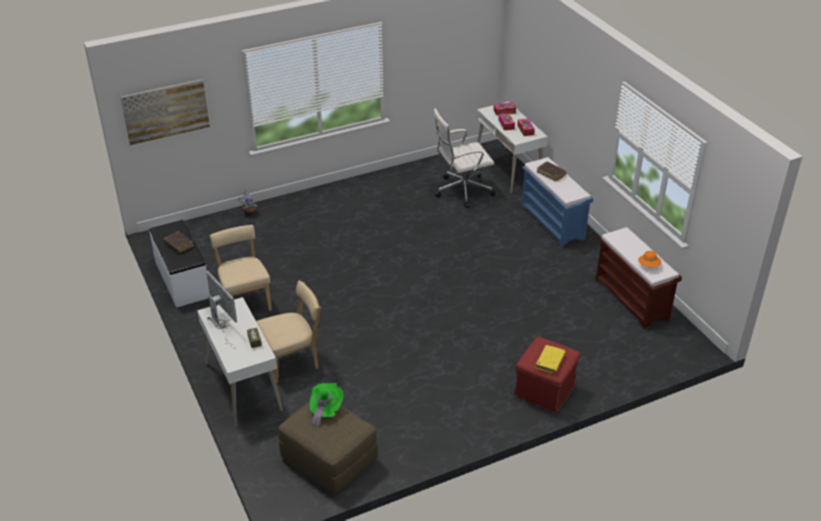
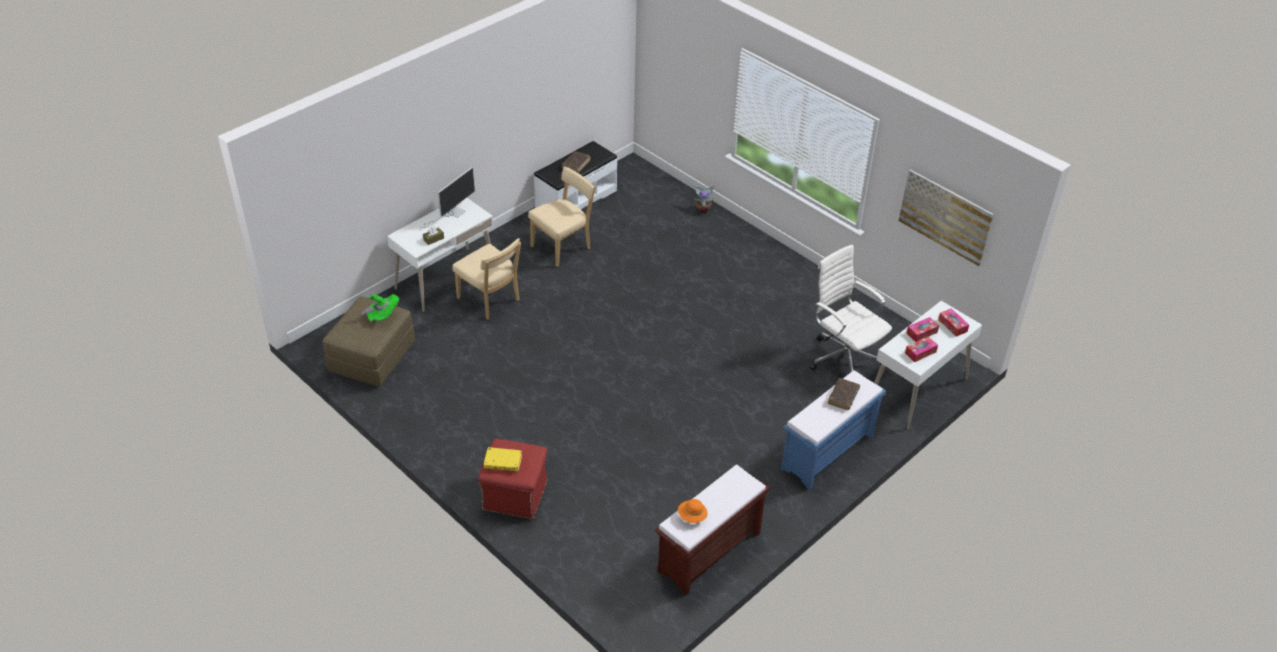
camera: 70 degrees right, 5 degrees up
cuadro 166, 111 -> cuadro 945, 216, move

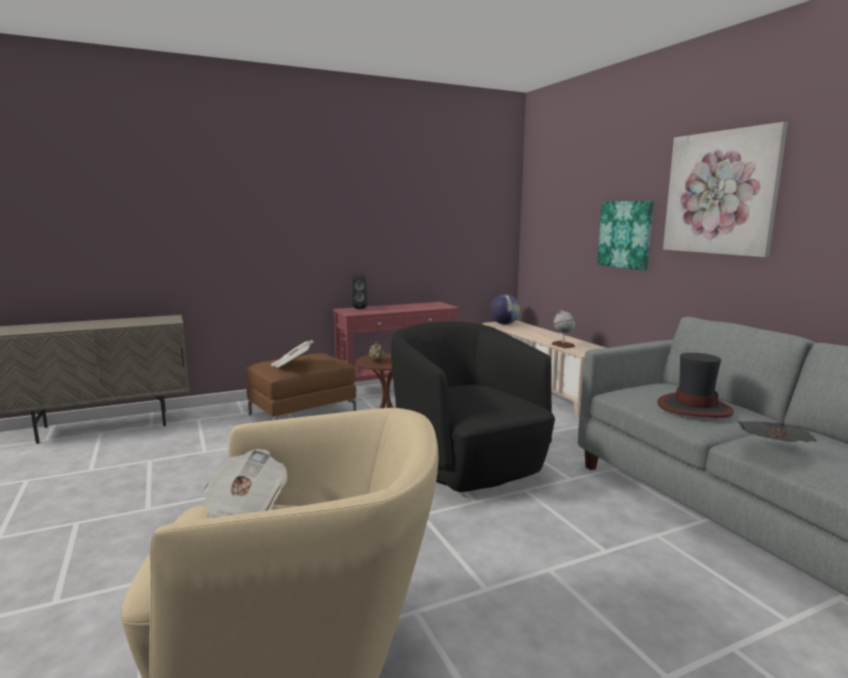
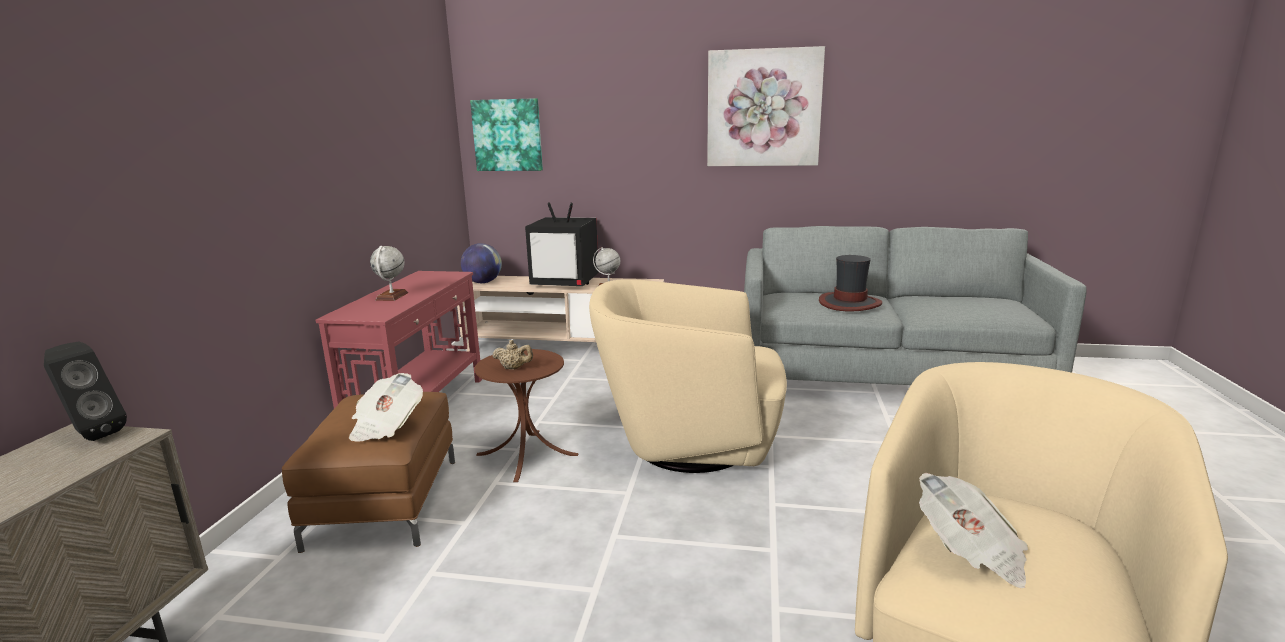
camera: 55 degrees left, 5 degrees up
altavoz (negro) 359, 308 -> altavoz (negro) 92, 435, move
none -> globo terráqueo 392, 296
cuadro 625, 234 -> cuadro 507, 135, move
none -> televisor 566, 283
sillón (negro) 467, 464 -> sillón (beis) 689, 442
periódico 773, 450 -> none

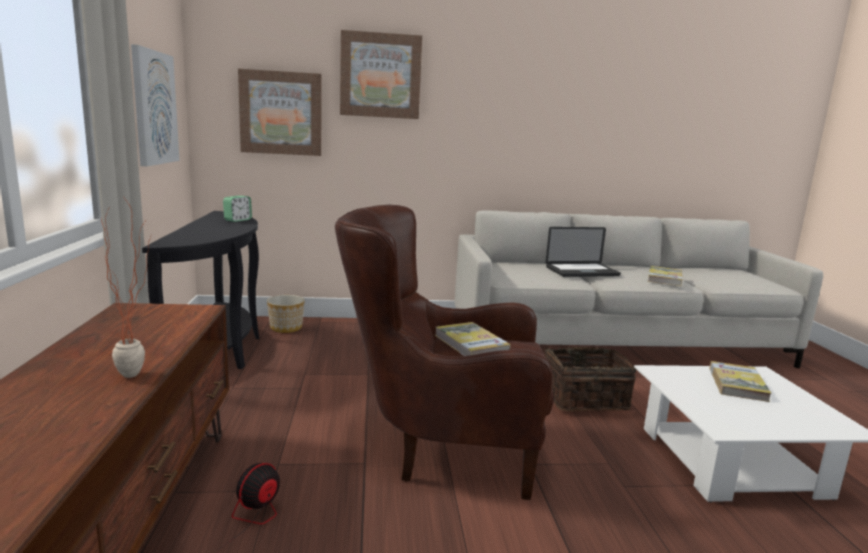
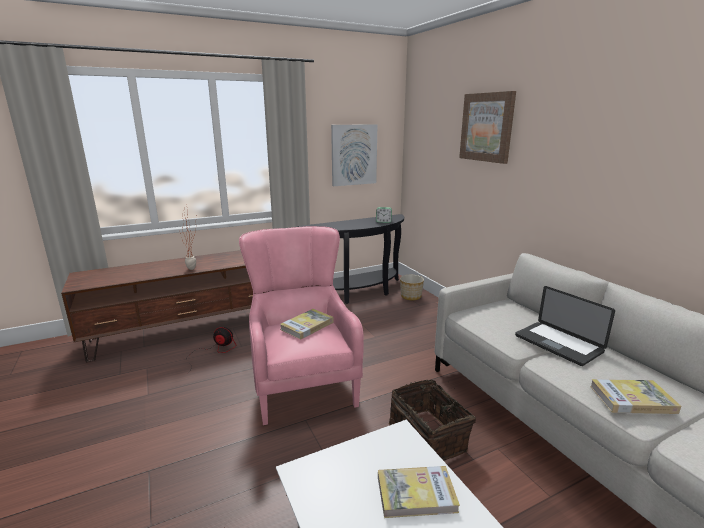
camera: 70 degrees right, 5 degrees up
sillón (marrón) 440, 449 -> sillón (rosa) 302, 382
cuadro 281, 113 -> none

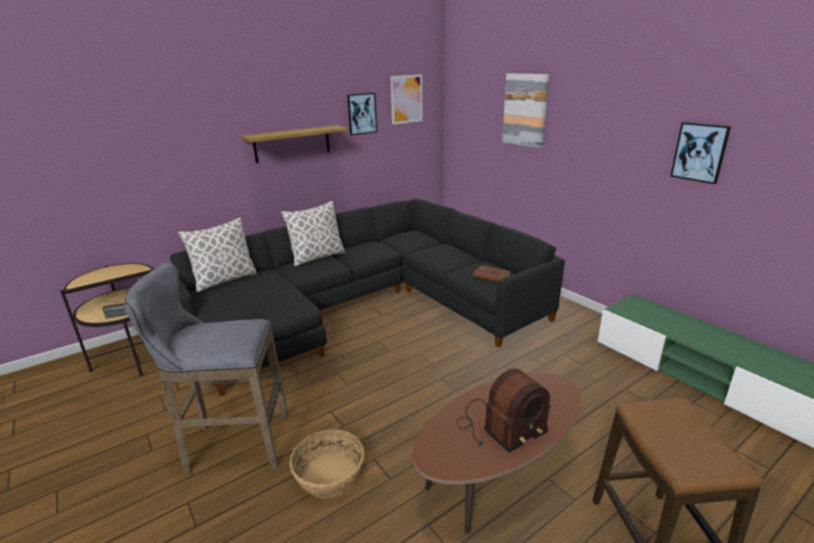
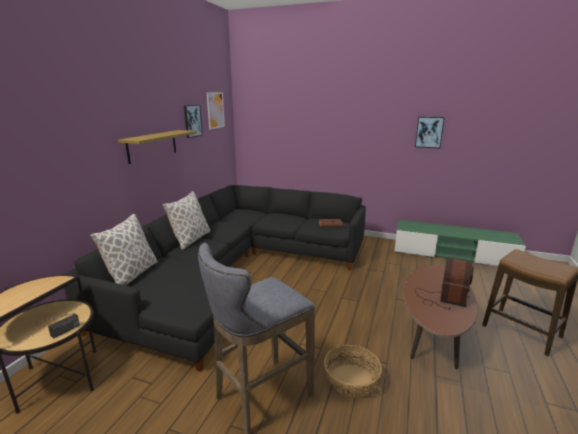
camera: 35 degrees left, 5 degrees down
cuadro 525, 110 -> none

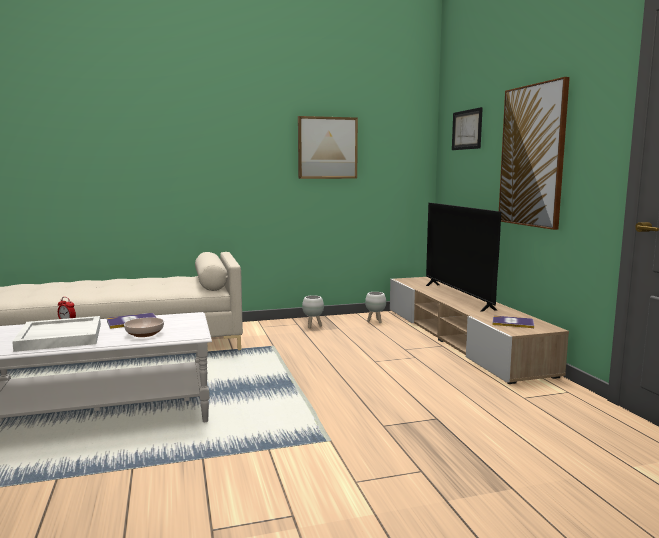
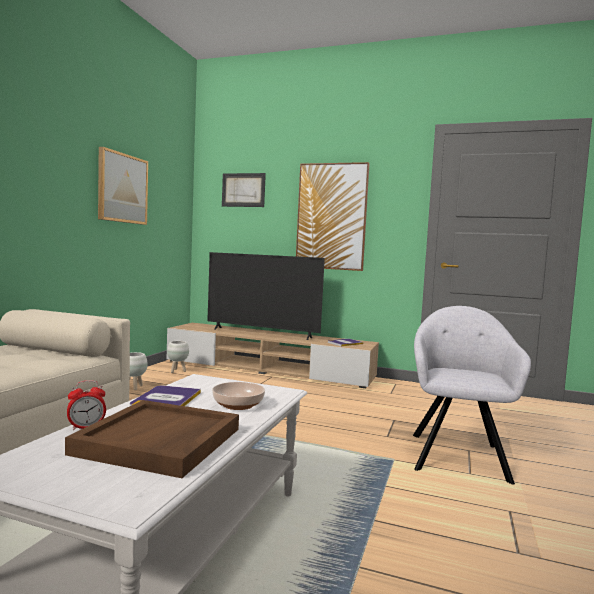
camera: 55 degrees left, 5 degrees down
bandeja (blanco) 59, 337 -> bandeja (marrón) 159, 441
none -> sillón (gris) 457, 454

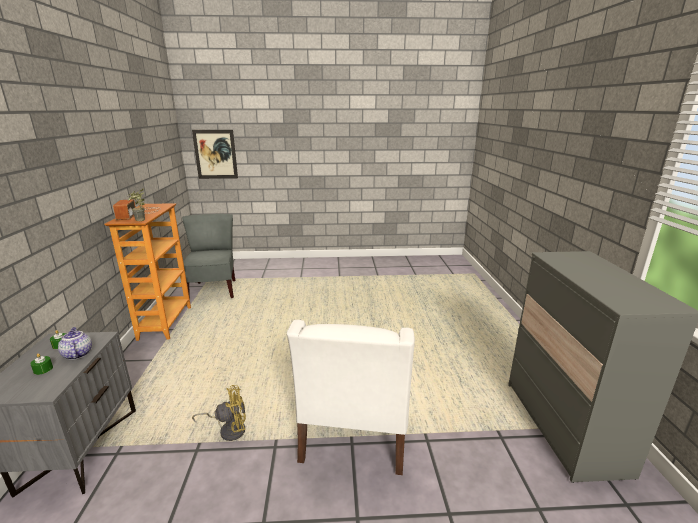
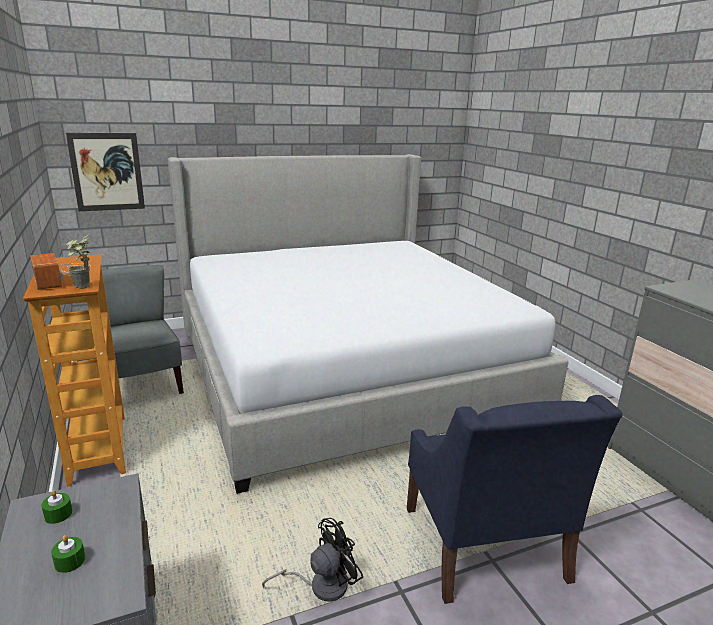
camera: 20 degrees left, 0 degrees up
none -> cama 345, 368
ventilador (amarillo) 229, 429 -> ventilador (negro) 321, 585
sillón (blanco) 354, 432 -> sillón (azul) 484, 545
tetera 77, 354 -> none

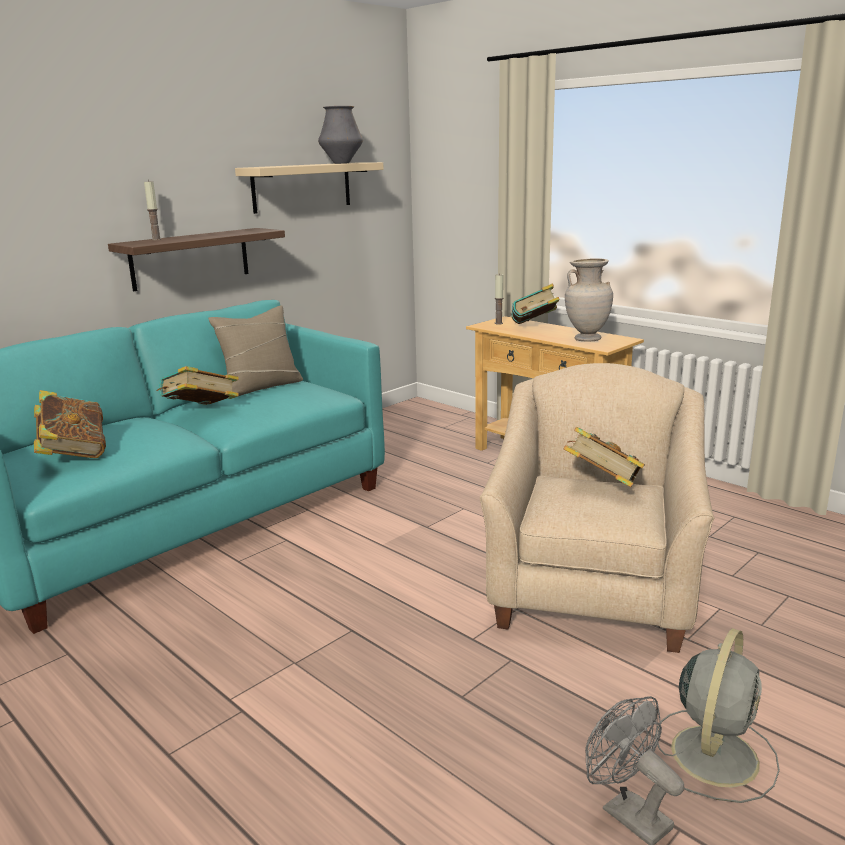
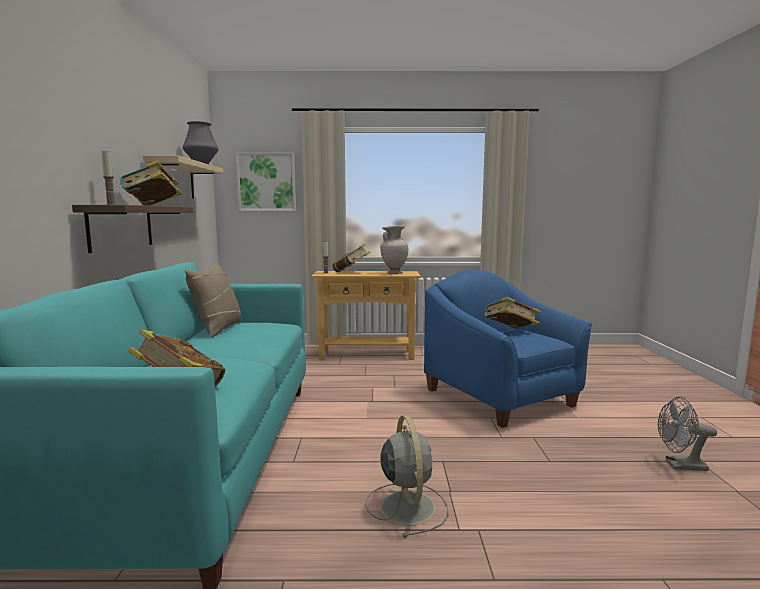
camera: 45 degrees left, 10 degrees down
libro 201, 412 -> libro 153, 206, move
none -> cuadro 266, 182
ventilador (gris) 715, 753 -> ventilador (gris) 407, 506, move
sillón (beis) 593, 589 -> sillón (azul) 500, 398

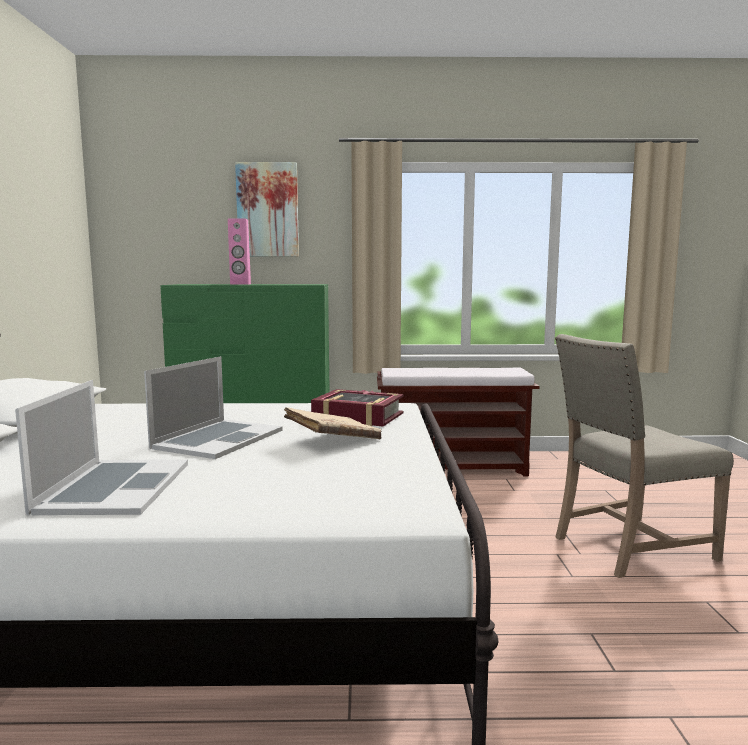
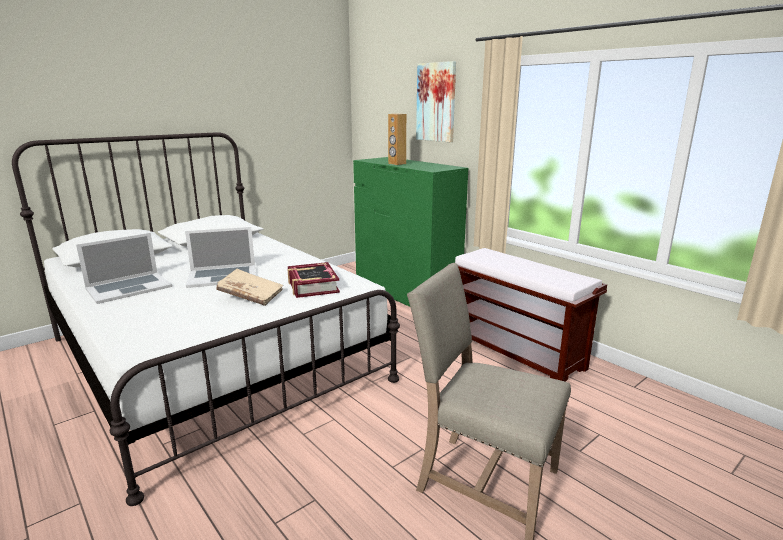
camera: 50 degrees right, 10 degrees up
altavoz (rosa) 240, 284 -> altavoz (marrón) 397, 164

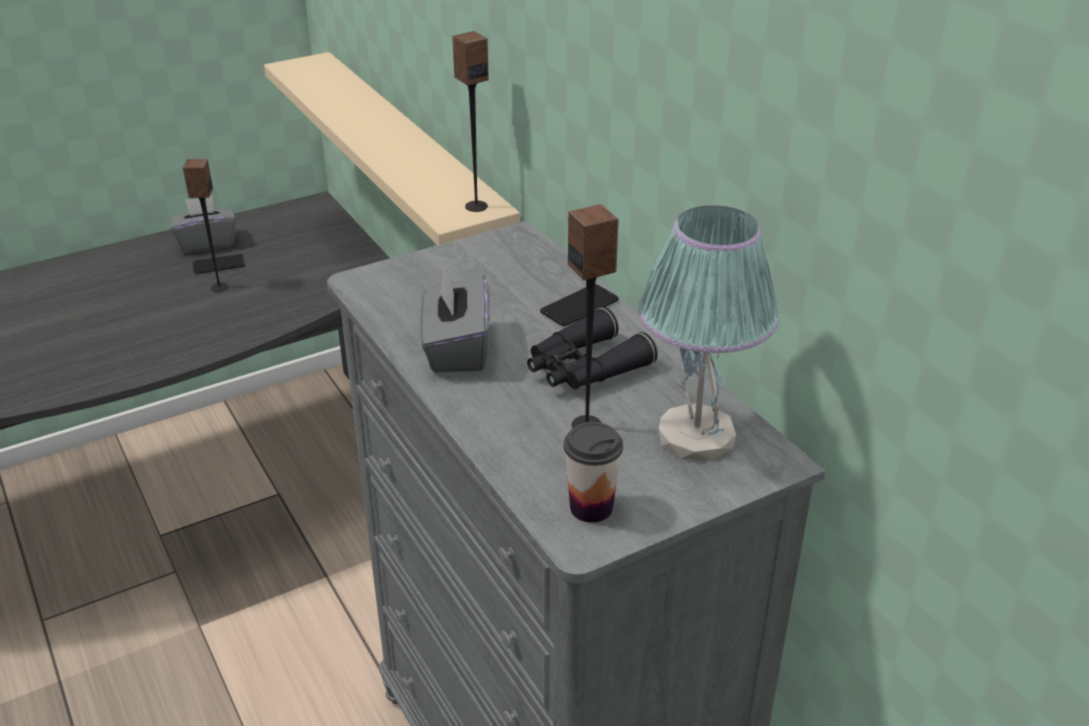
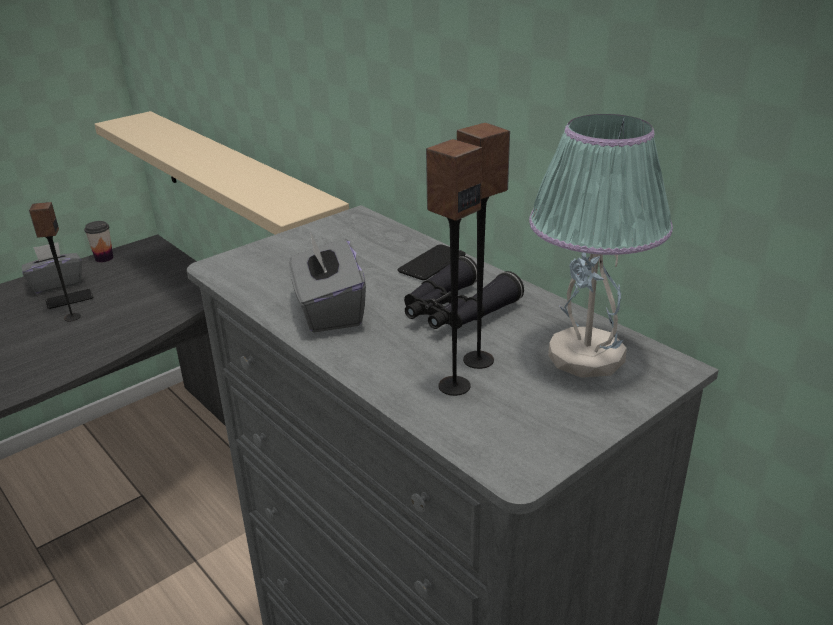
camera: 10 degrees left, 5 degrees down
taza 591, 507 -> taza 104, 258, move
altavoz 476, 206 -> altavoz 454, 386, move

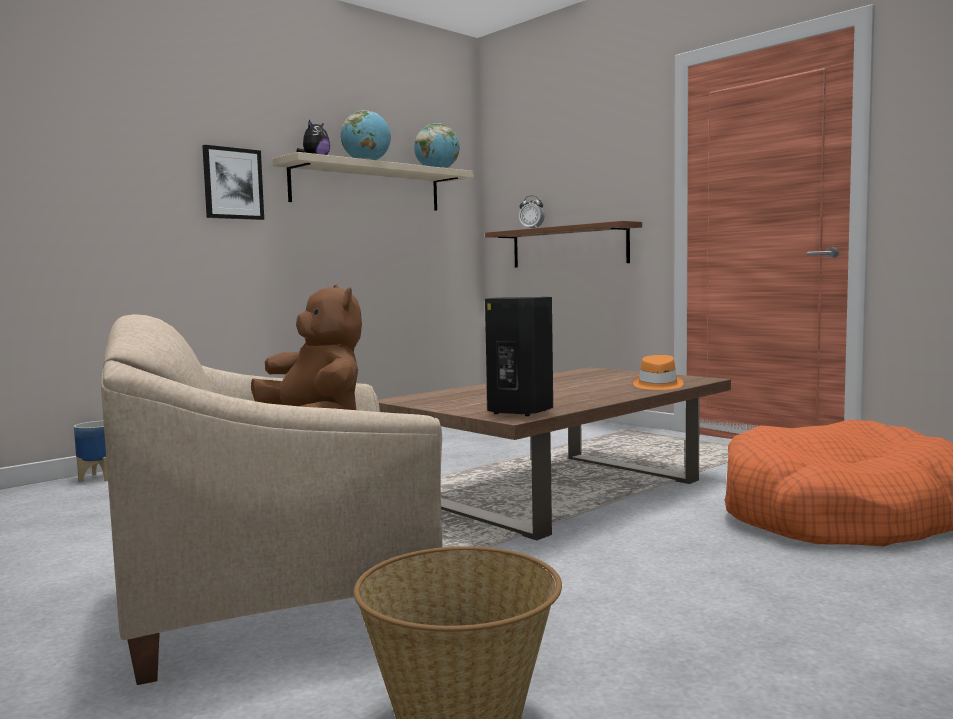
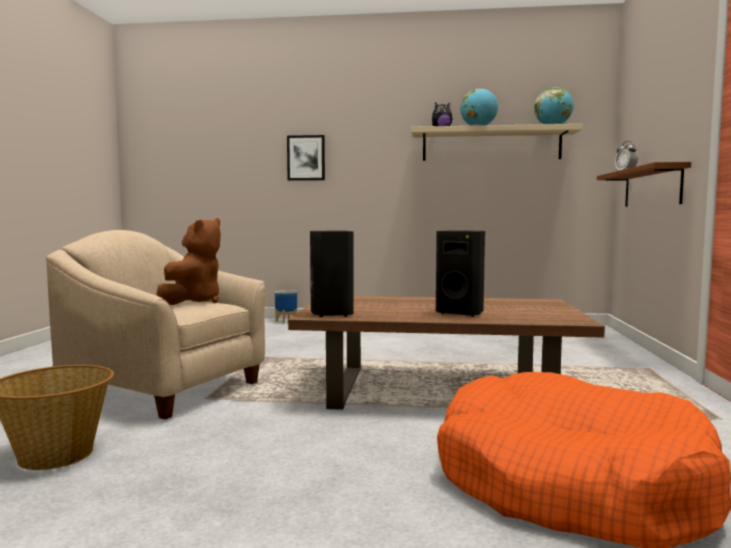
camera: 50 degrees right, 0 degrees up
cuadro 233, 183 -> cuadro 306, 158, move
none -> altavoz (negro) 461, 313
sombrero (naranja) 657, 385 -> none

